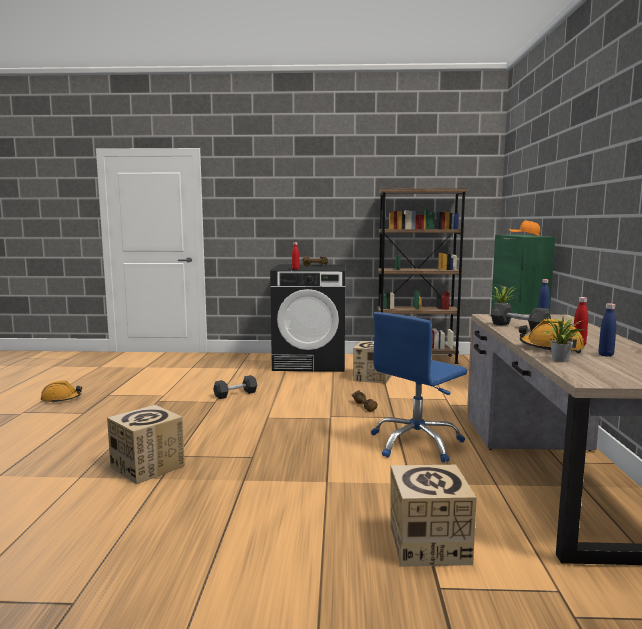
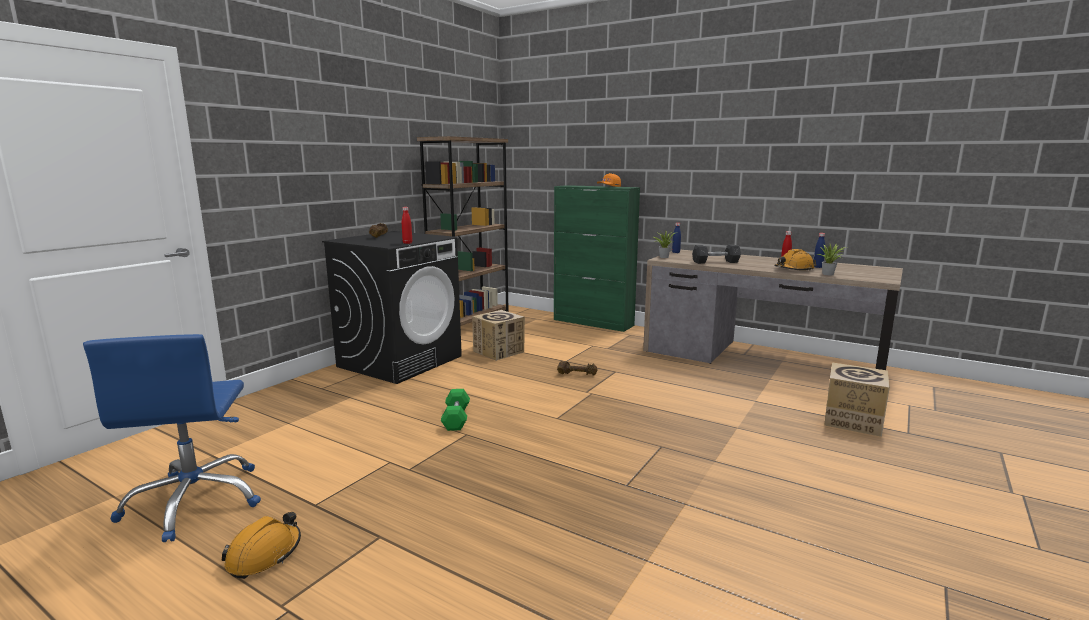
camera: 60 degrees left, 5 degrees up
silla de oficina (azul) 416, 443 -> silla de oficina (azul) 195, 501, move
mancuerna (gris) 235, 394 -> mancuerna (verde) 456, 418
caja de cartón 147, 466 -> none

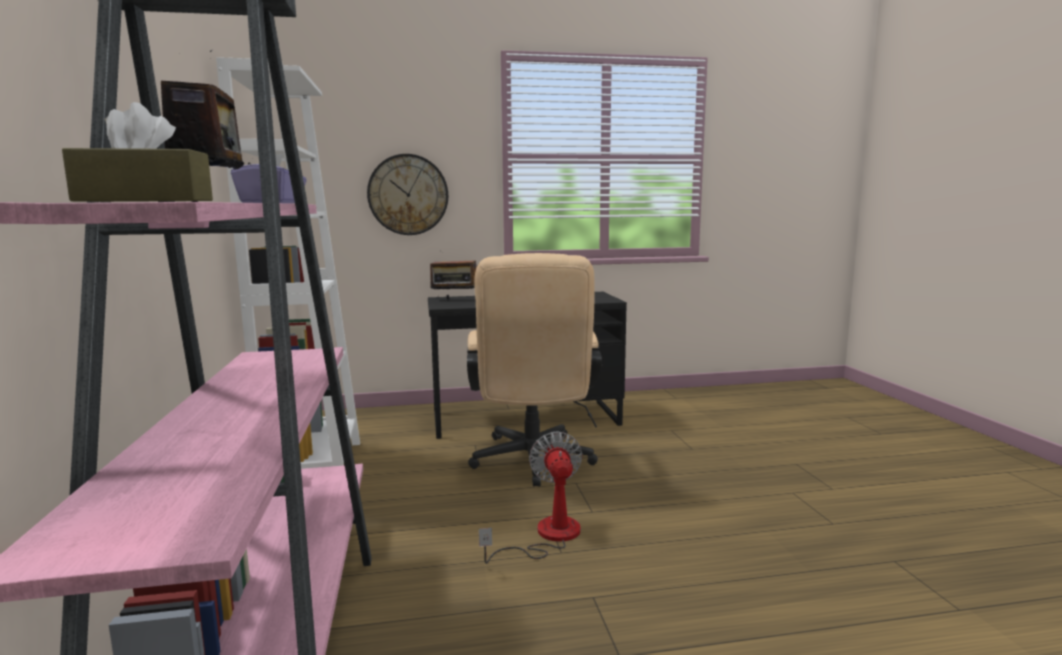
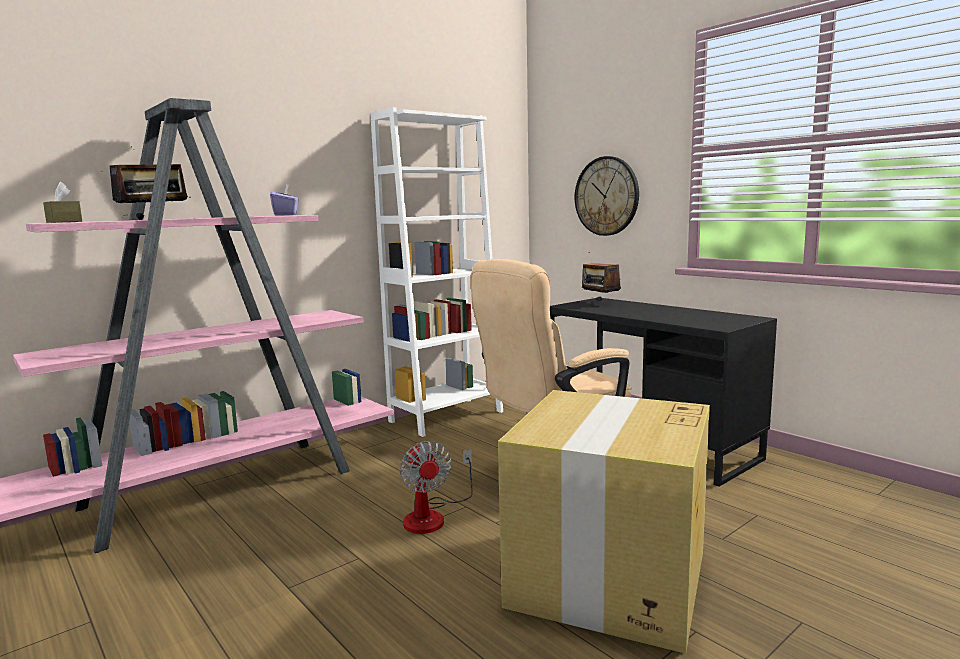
camera: 60 degrees right, 0 degrees up
ventilador 547, 536 -> ventilador 432, 516, 105 degrees clockwise
none -> caja de cartón 608, 580

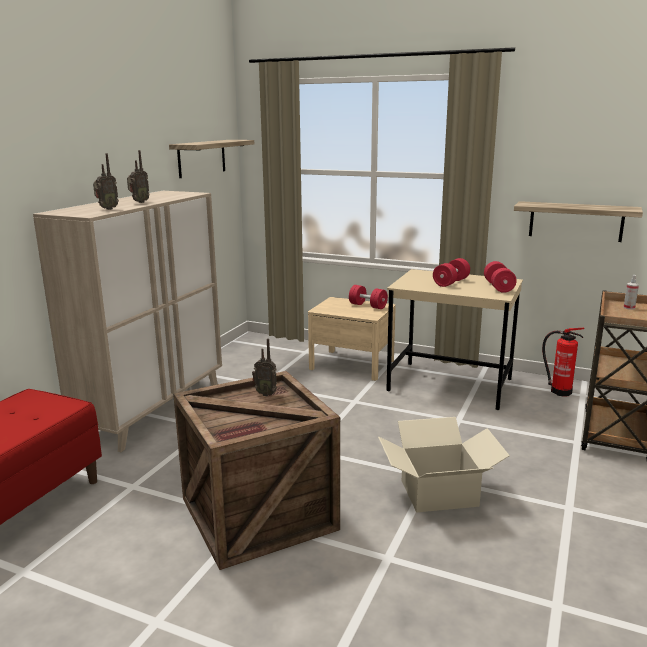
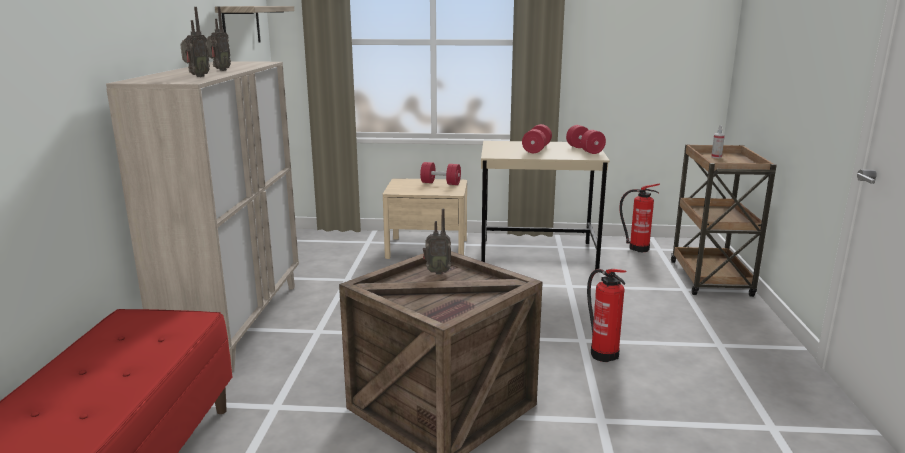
camera: 20 degrees left, 0 degrees up
caja de cartón 439, 493 -> extintor 602, 353
estante 576, 221 -> none

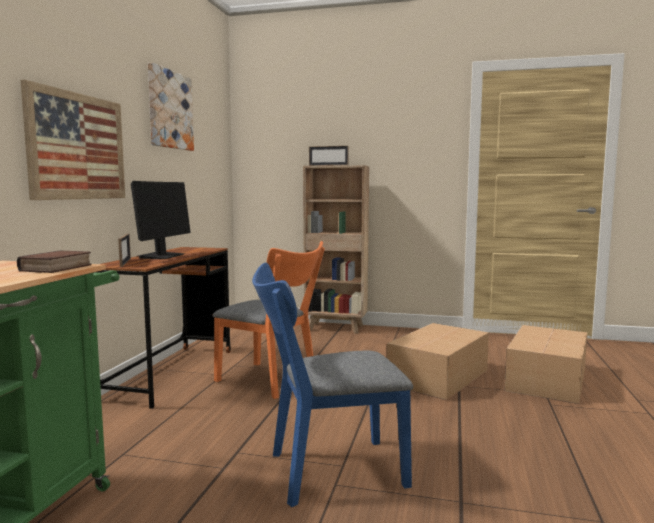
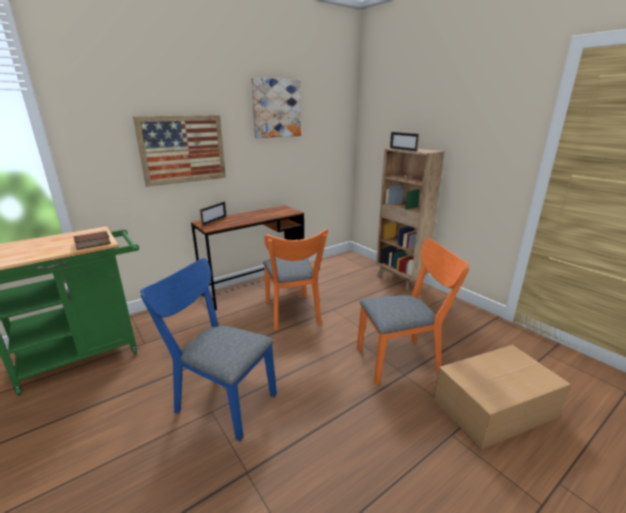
camera: 40 degrees right, 15 degrees up
caja de cartón 439, 377 -> silla (naranja) 403, 359
monitor 161, 256 -> none

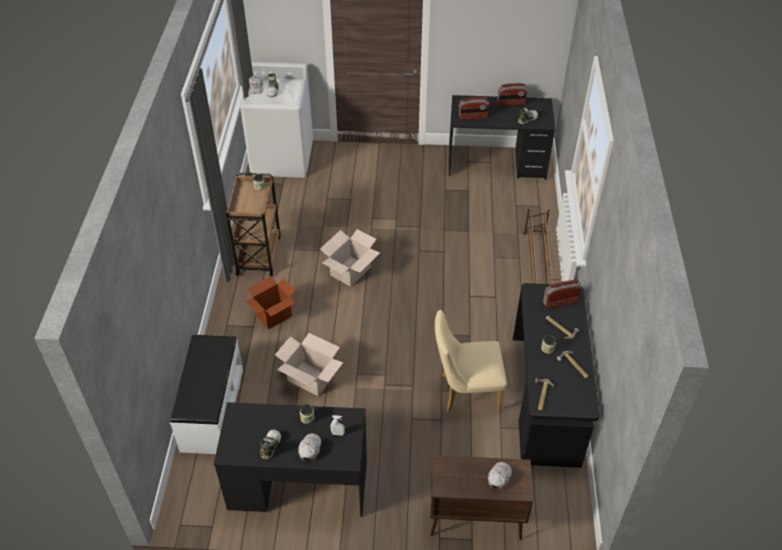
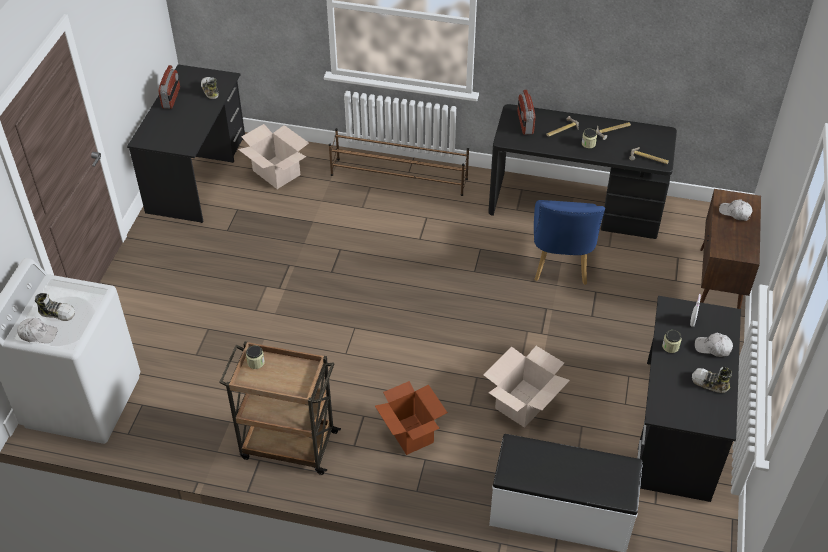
camera: 80 degrees left, 0 degrees up
caja de cartón 350, 271 -> caja de cartón 276, 173, move
silla (beis) 465, 392 -> silla (azul) 560, 266
radio 472, 117 -> none

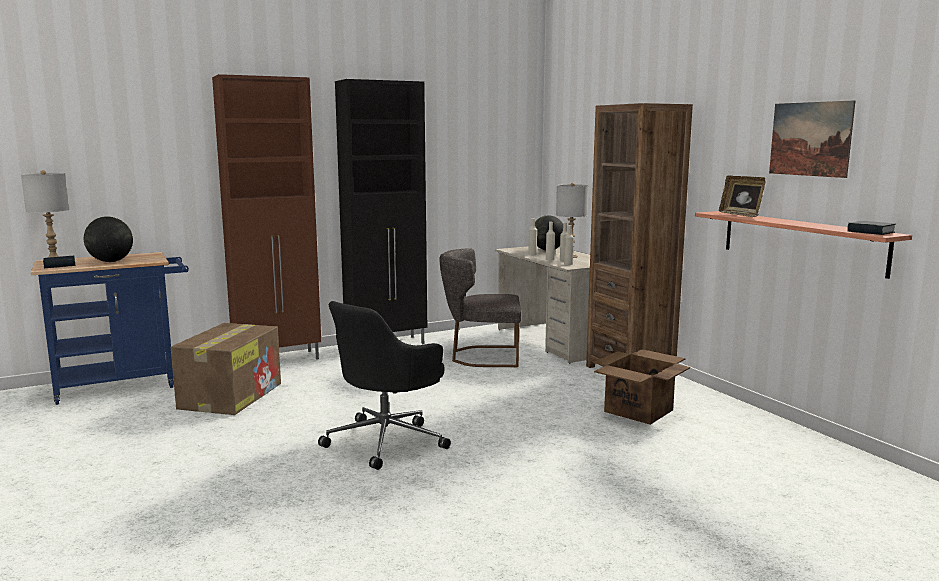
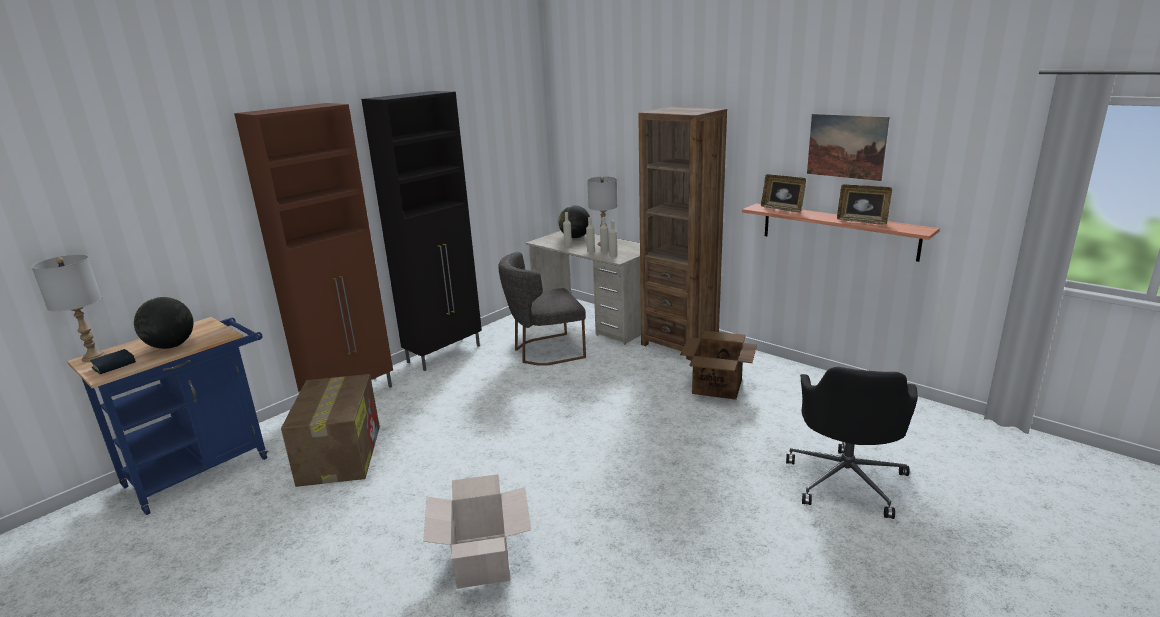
camera: 20 degrees left, 10 degrees up
none -> caja de cartón 481, 560
silla de oficina (negro) 387, 441 -> silla de oficina (negro) 846, 480, move
none -> portarretratos 862, 221
libro 870, 232 -> none

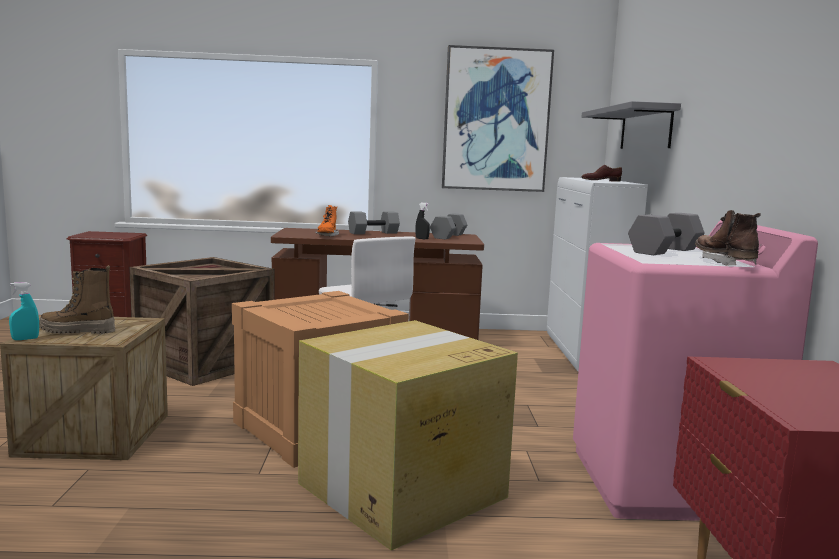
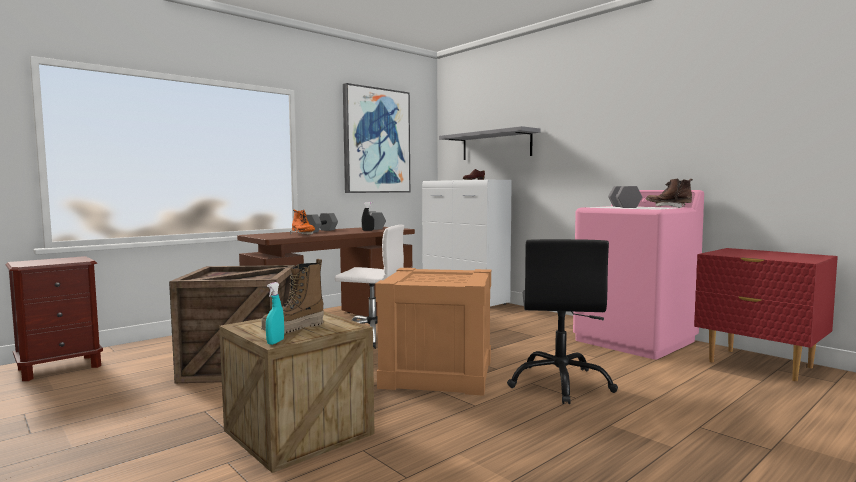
camera: 40 degrees left, 5 degrees down
caja de cartón 400, 491 -> silla de oficina (negro) 560, 383

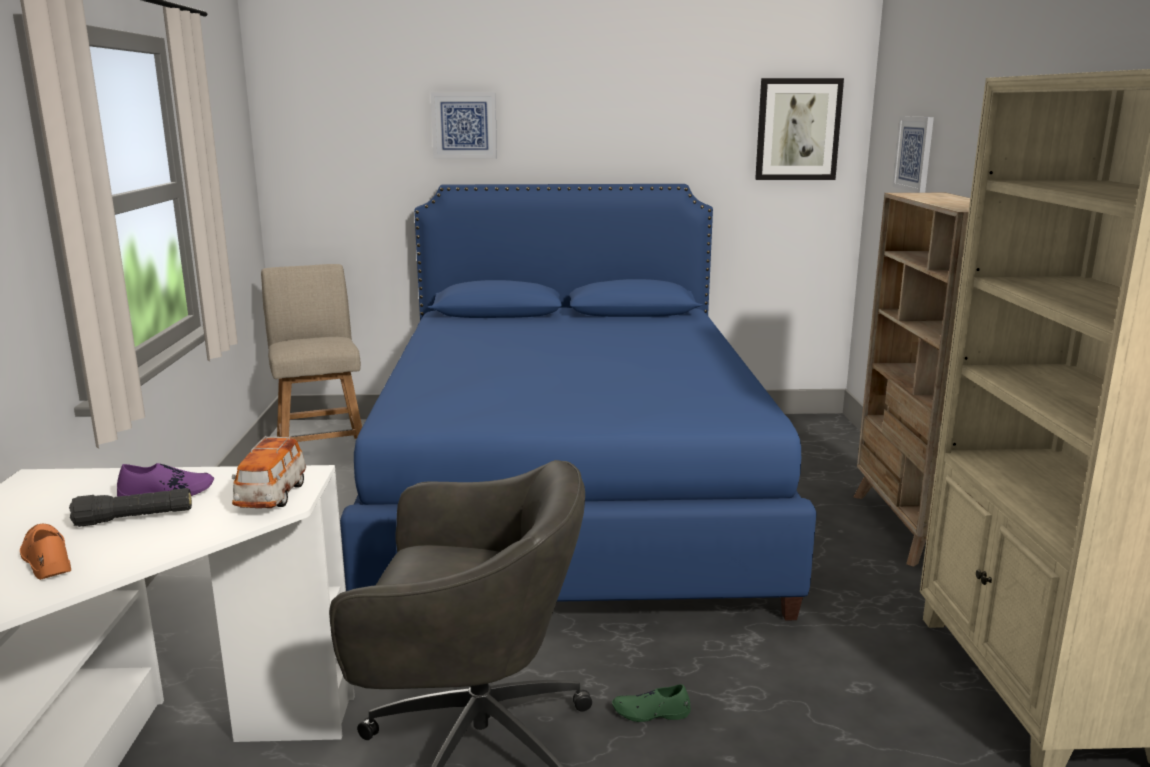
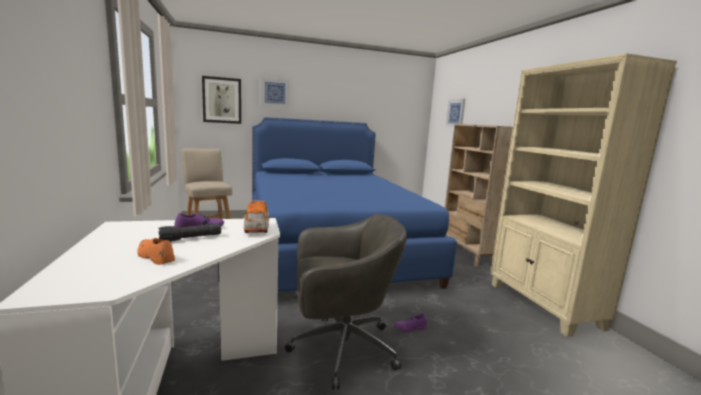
camera: 15 degrees left, 5 degrees down
cuadro 798, 129 -> cuadro 222, 100, move
zapato (verde) 651, 712 -> zapato (morado) 410, 327

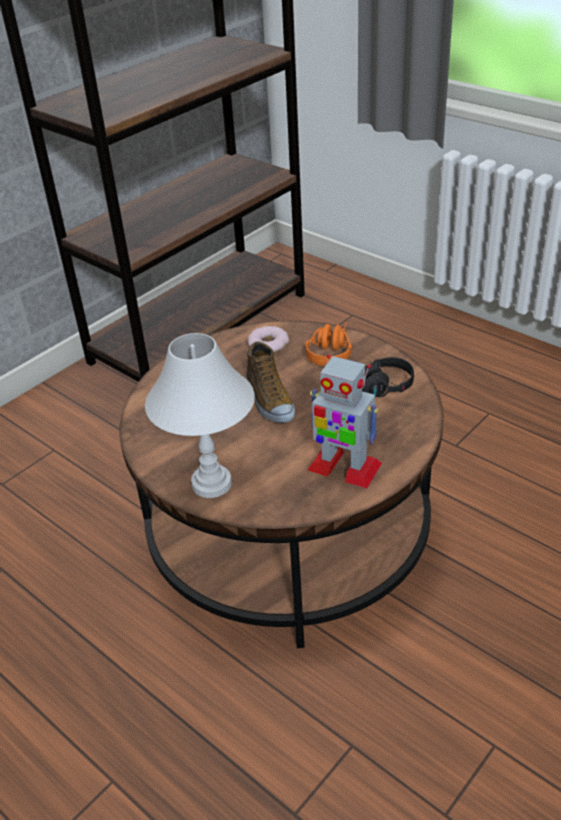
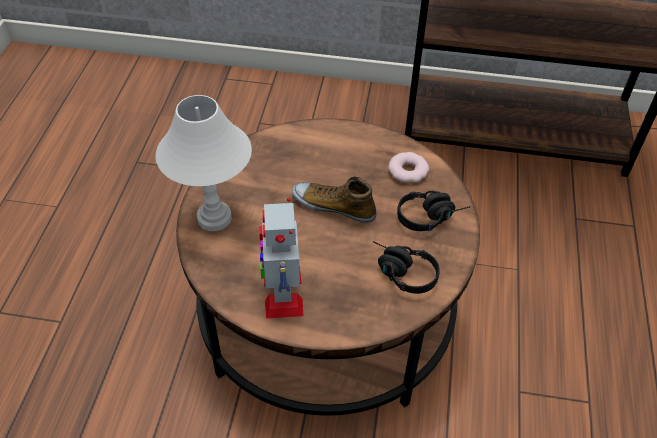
camera: 55 degrees right, 10 degrees up
zapato 269, 400 -> zapato 334, 206, 75 degrees clockwise
auriculares (naranja) 330, 351 -> auriculares (negro) 431, 216

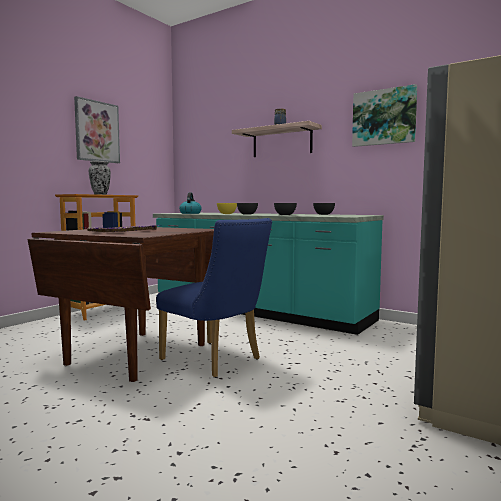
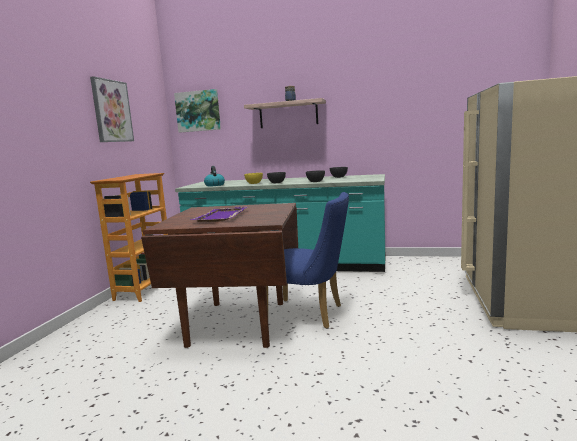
camera: 20 degrees left, 5 degrees up
cuadro 384, 117 -> cuadro 198, 111, move
florero 100, 194 -> none

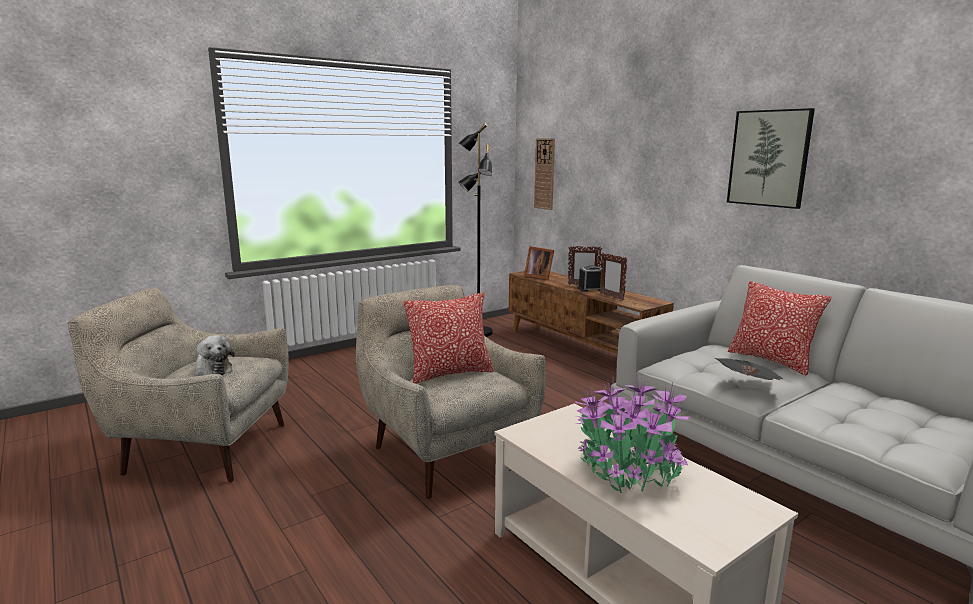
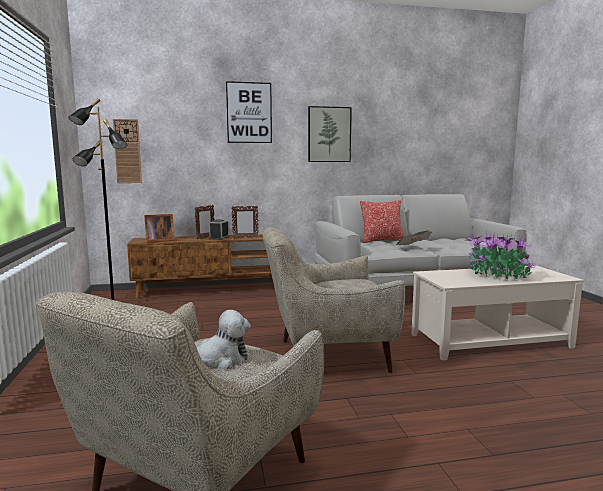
camera: 65 degrees left, 5 degrees down
none -> cuadro 249, 112
cojín 450, 373 -> none

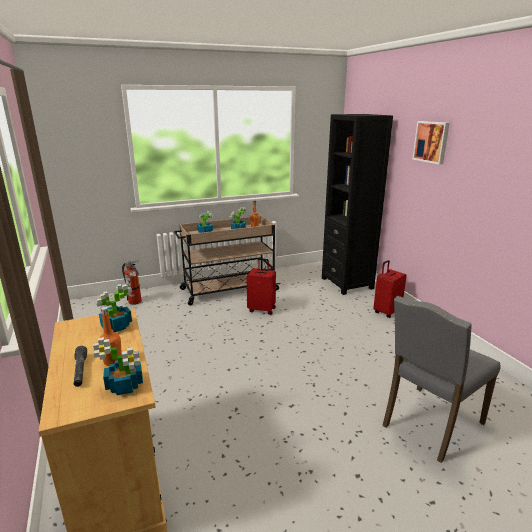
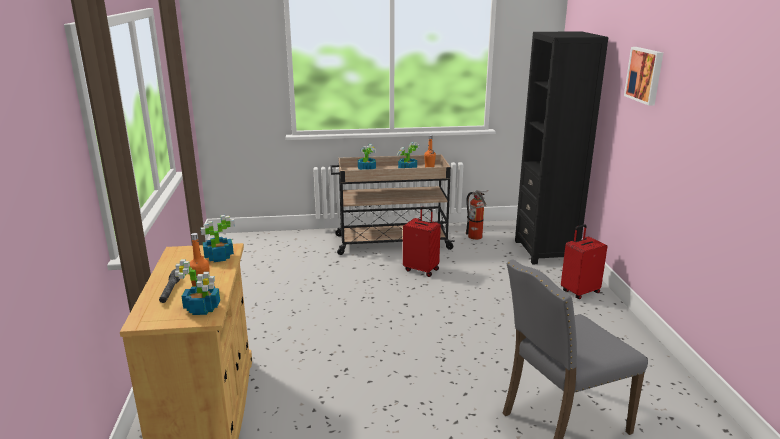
camera: 15 degrees right, 0 degrees up
extintor 135, 302 -> extintor 476, 237, move

